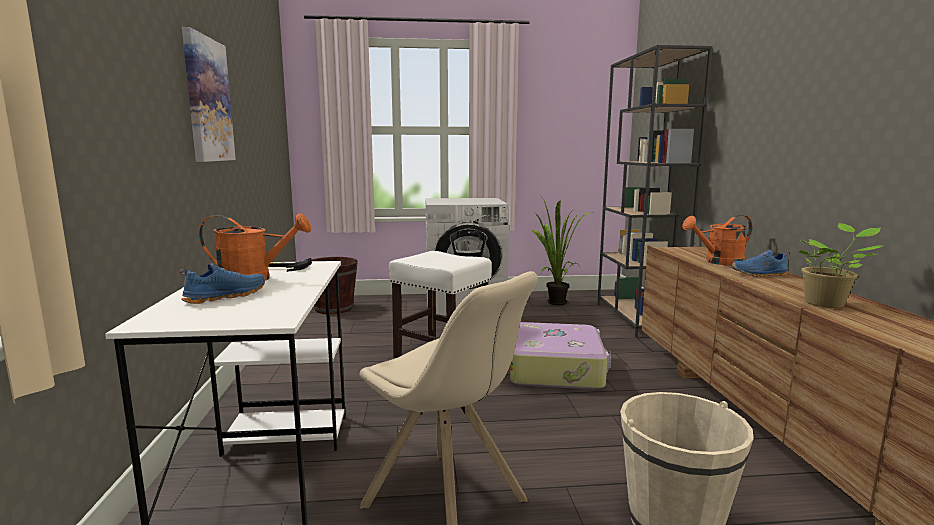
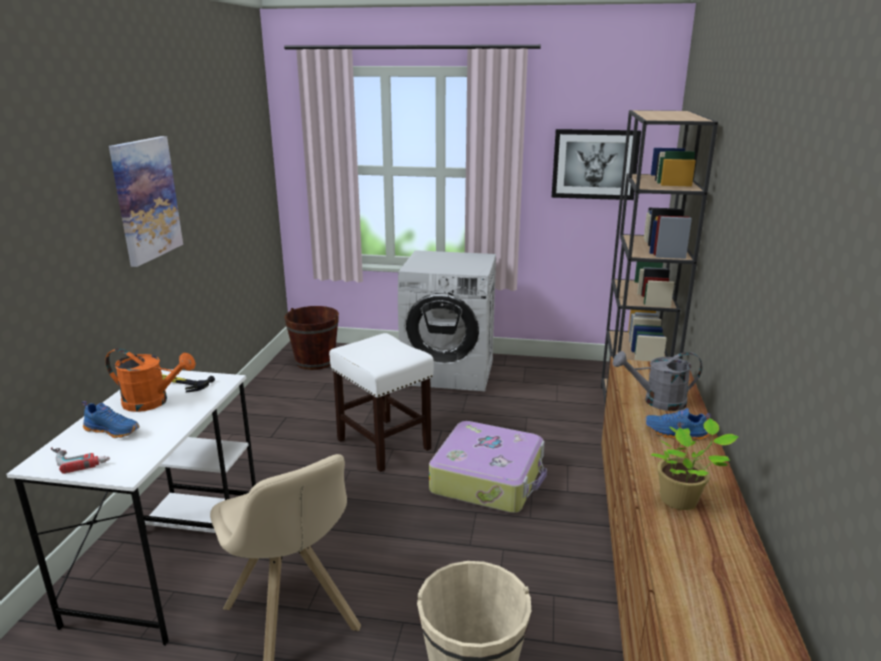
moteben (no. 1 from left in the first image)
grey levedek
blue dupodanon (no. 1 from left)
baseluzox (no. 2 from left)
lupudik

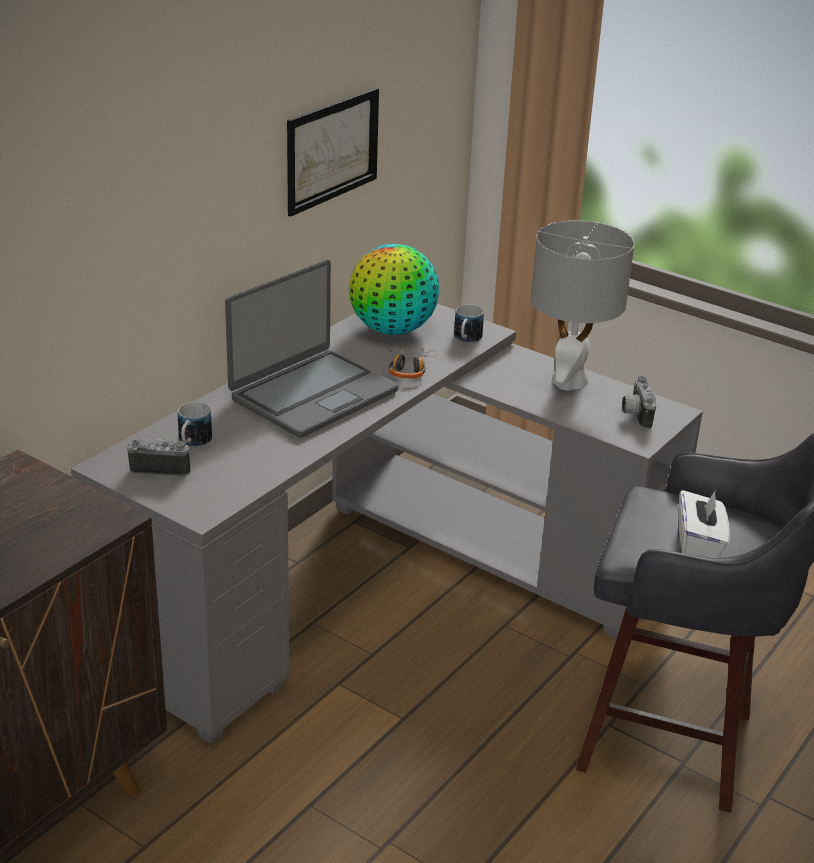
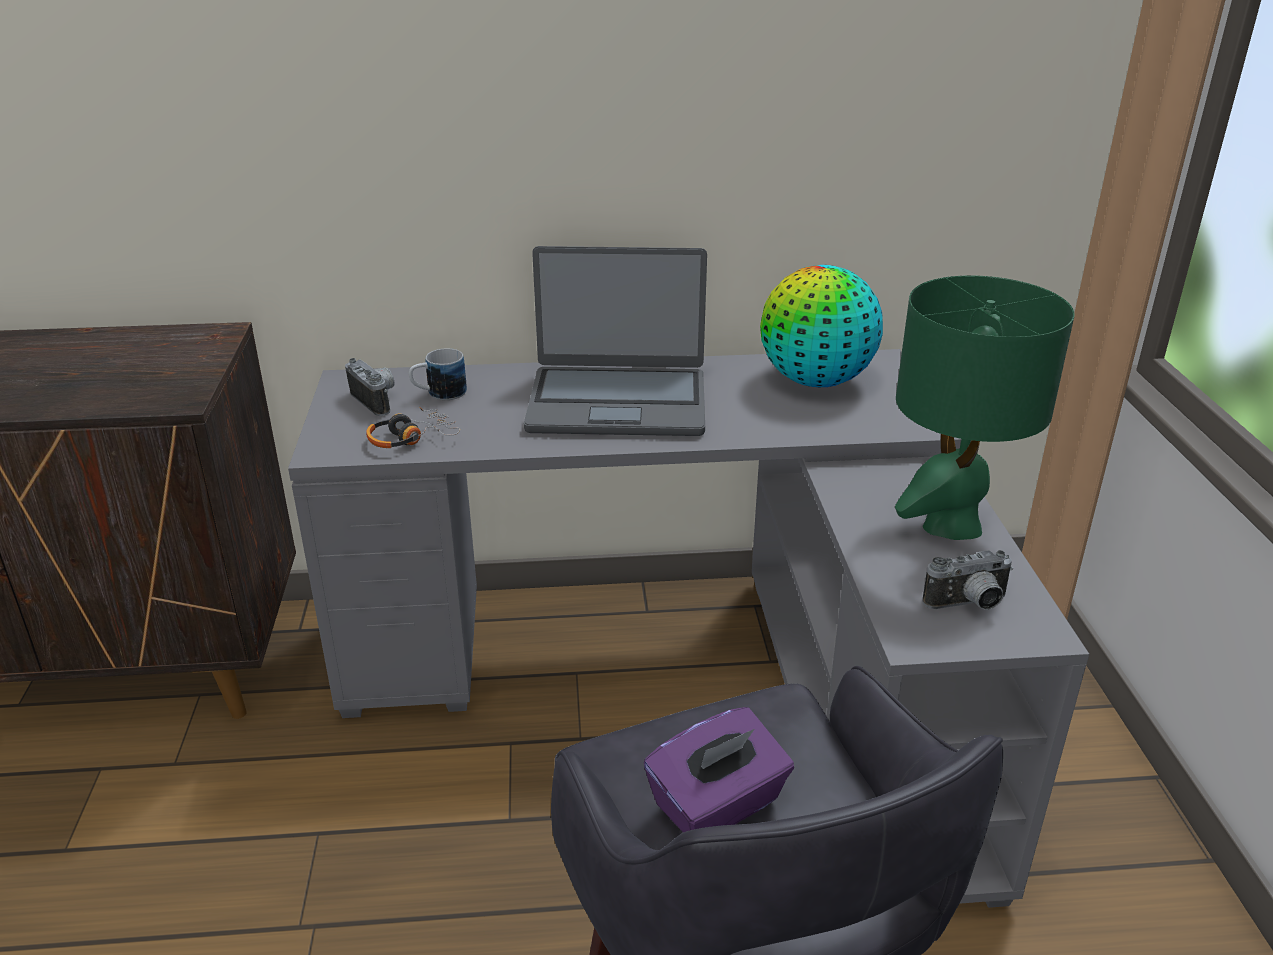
baseluzox
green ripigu
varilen (no. 2 from left in the first image)
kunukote
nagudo (no. 2 from left)
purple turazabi

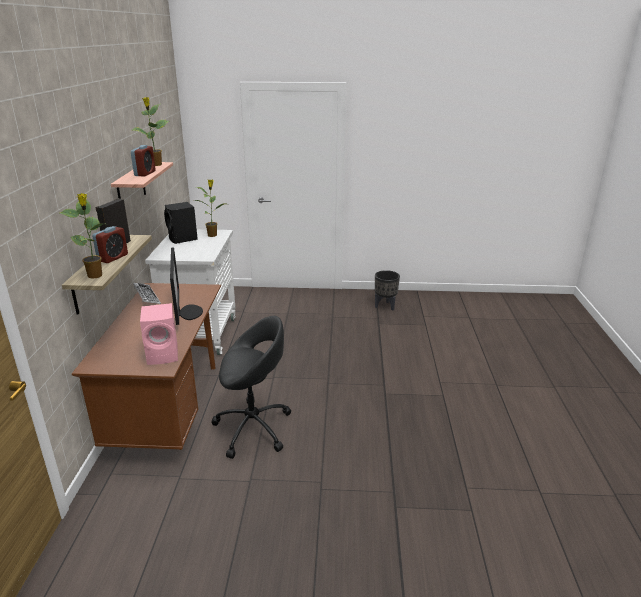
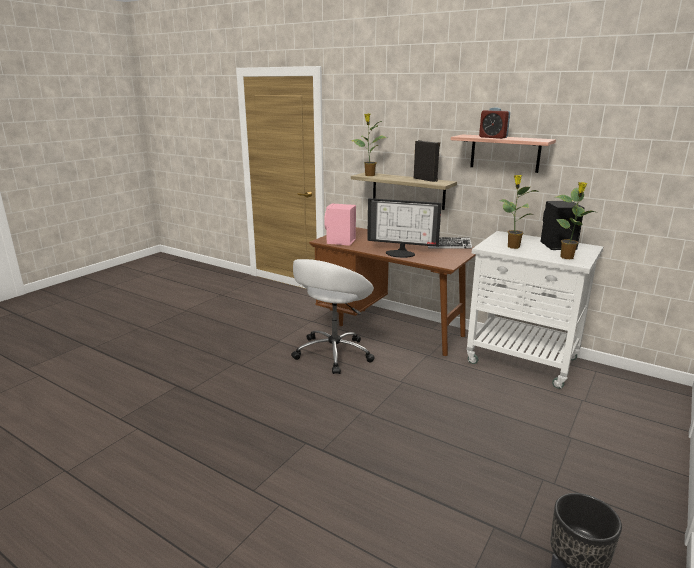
moteben (no. 2 from left)
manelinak (no. 1 from left in the first image)
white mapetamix

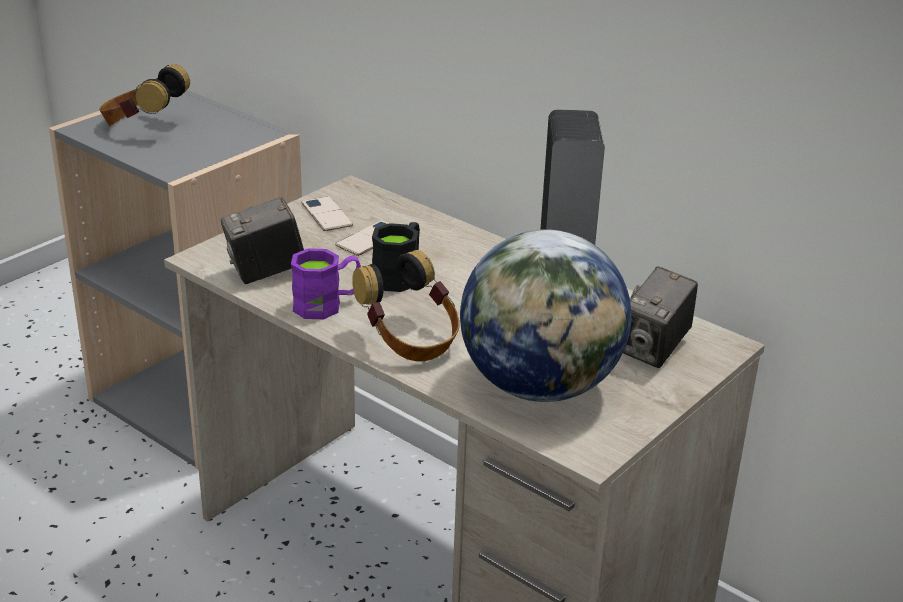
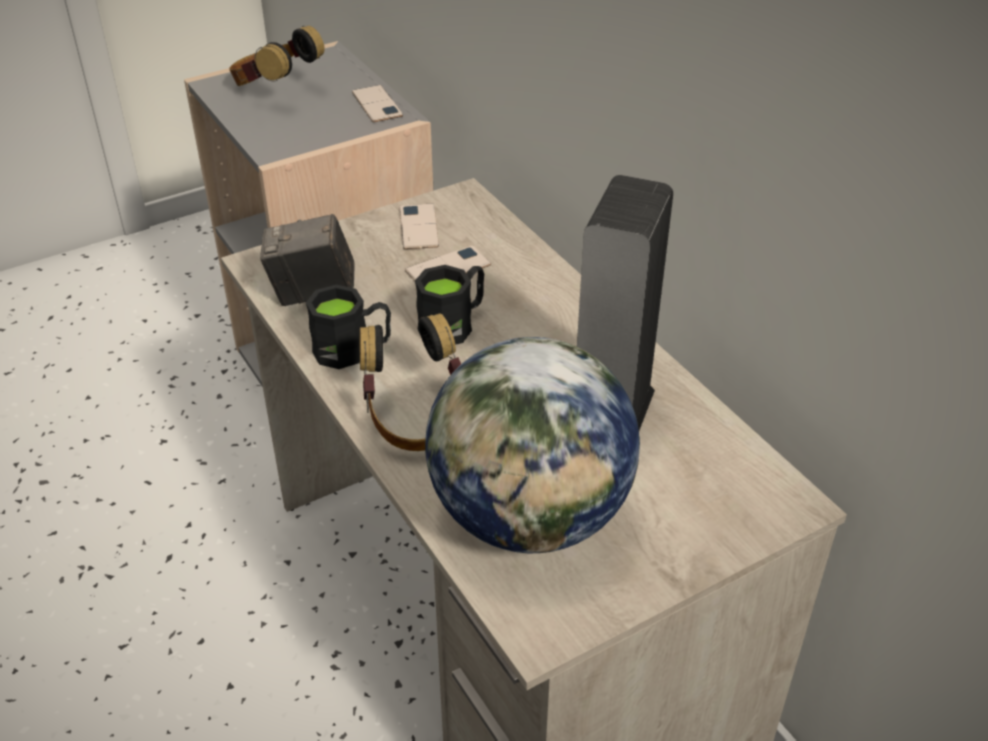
black varilen (no. 1 from left)
nagudo (no. 2 from left in the first image)
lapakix (no. 1 from left)

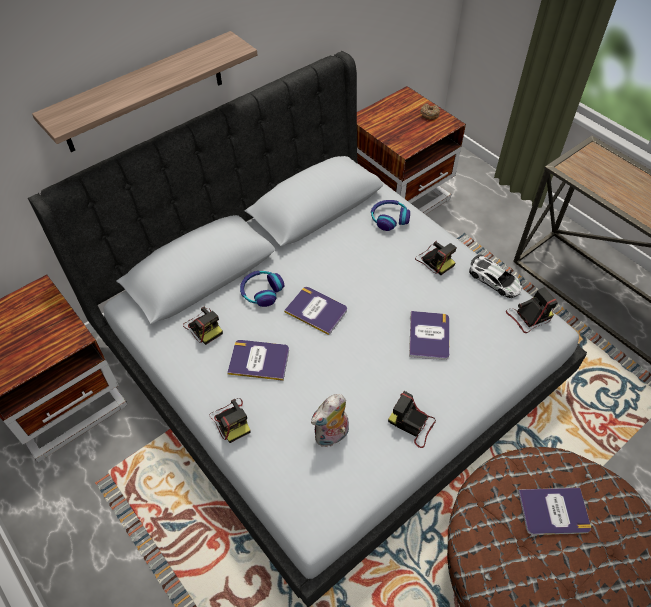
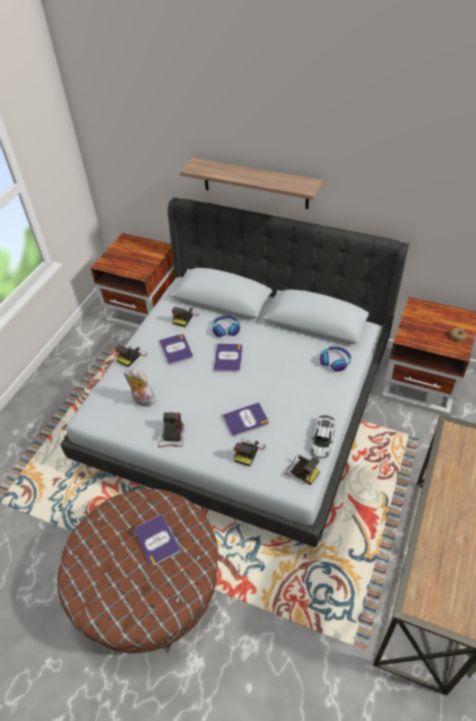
nagudo (no. 4 from left)

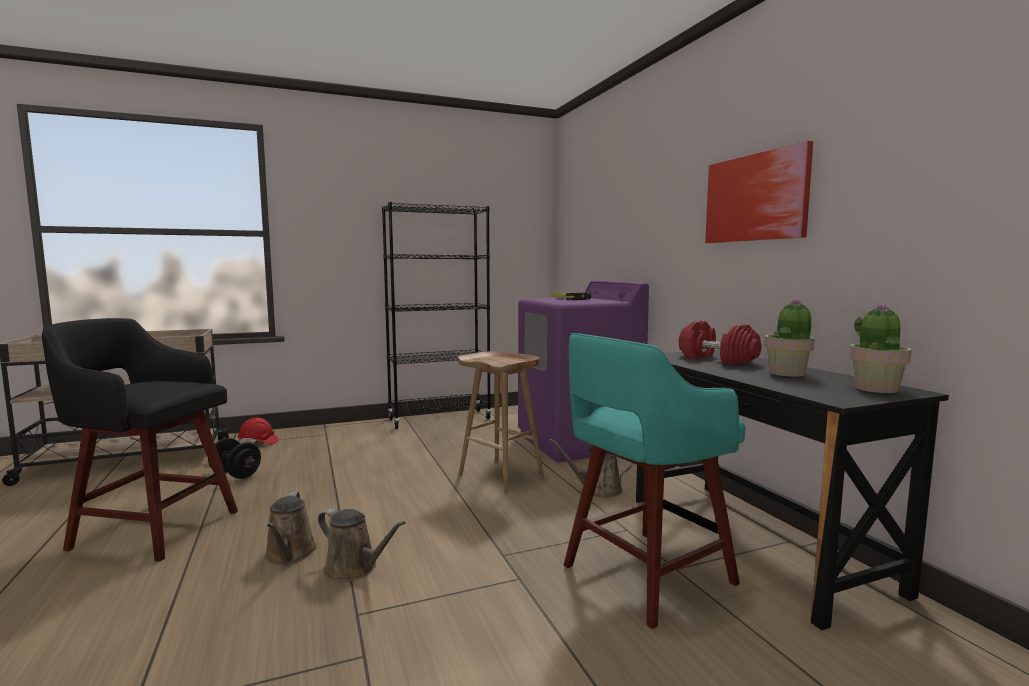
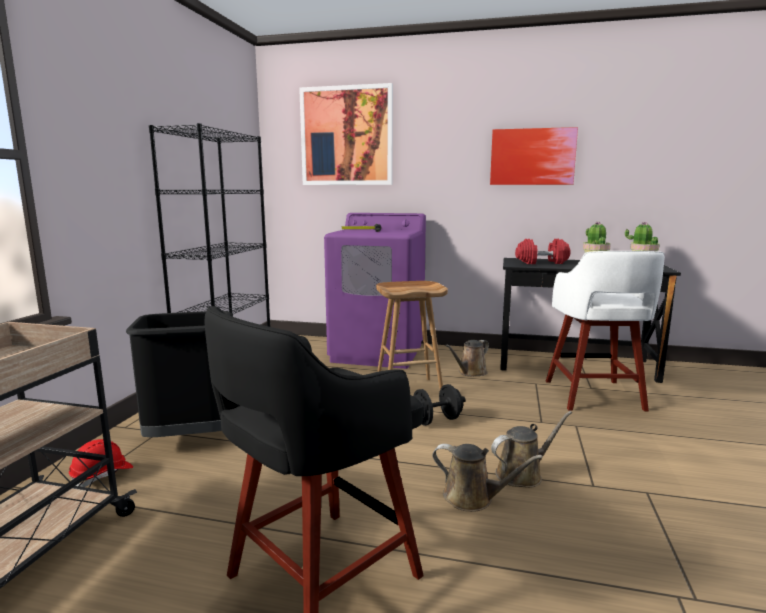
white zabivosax
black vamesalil
baseluzox (no. 1 from left)
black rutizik

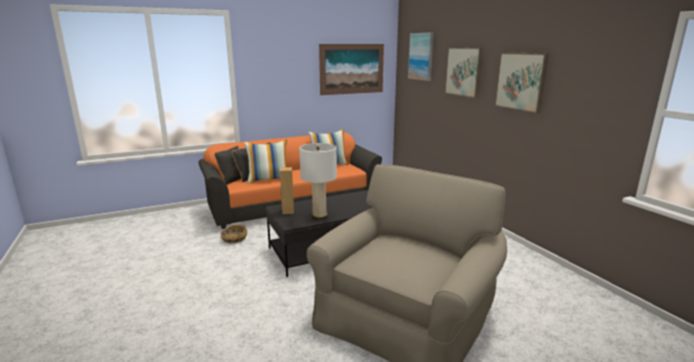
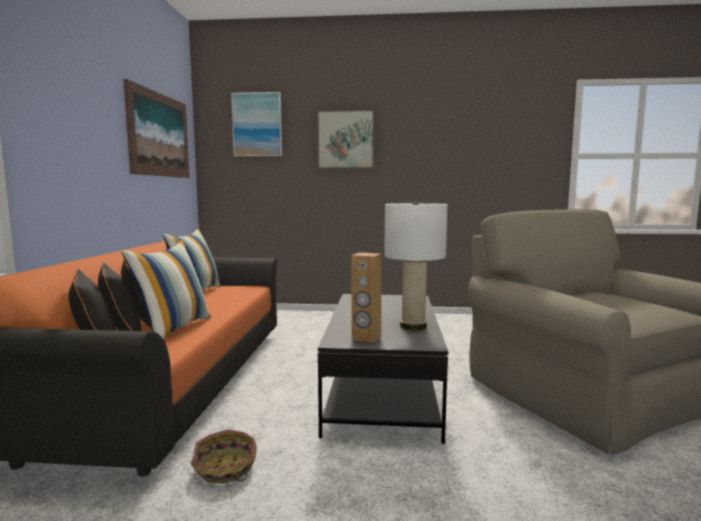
baseluzox (no. 4 from left in the first image)

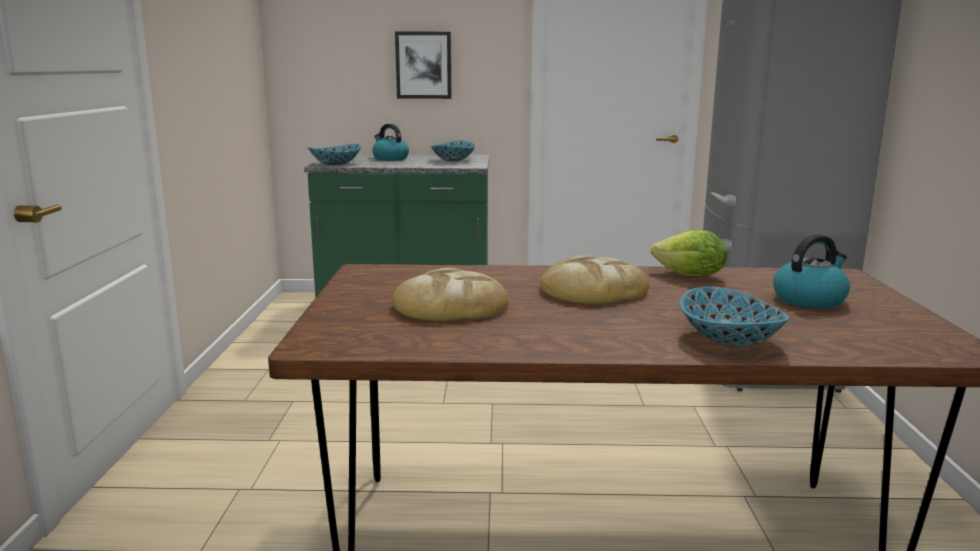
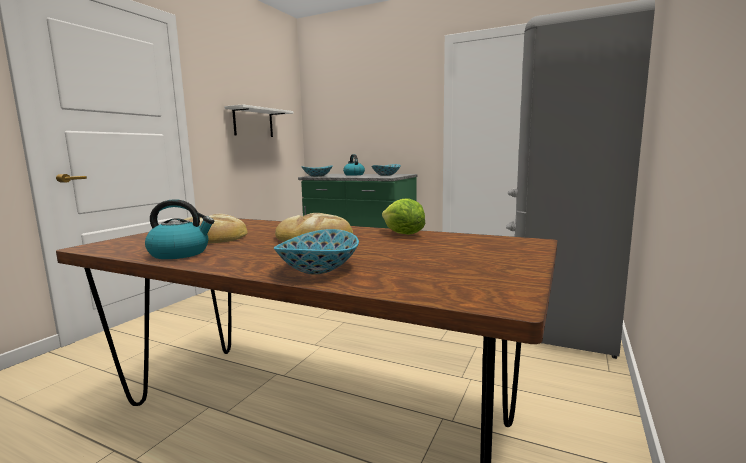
baseluzox
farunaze (no. 1 from left)
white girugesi

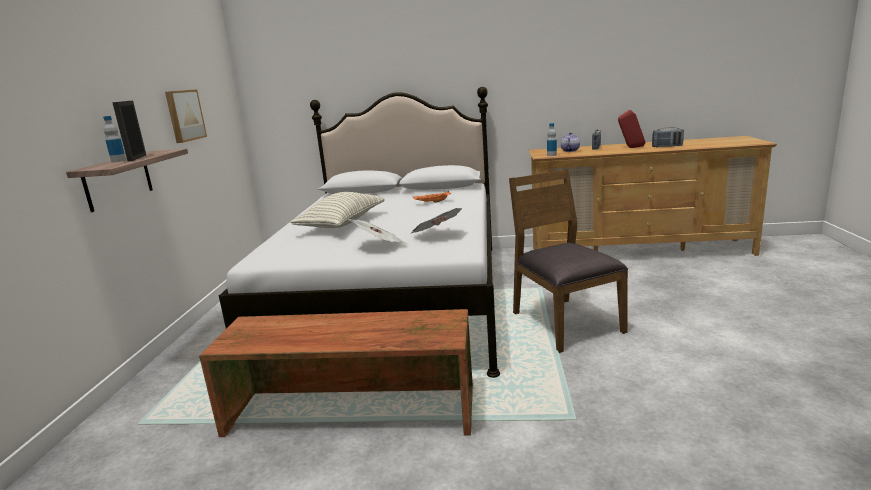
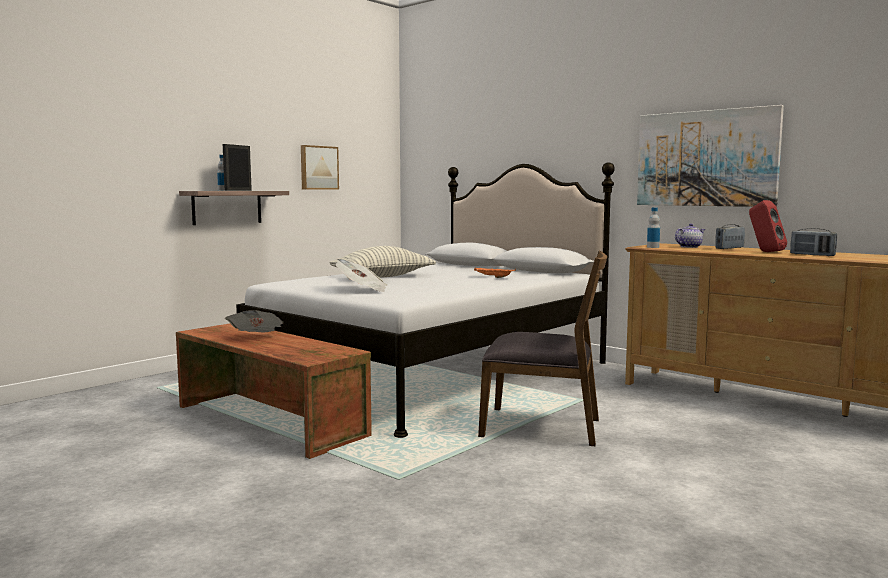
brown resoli
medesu (no. 1 from left)
baseluzox (no. 2 from left)

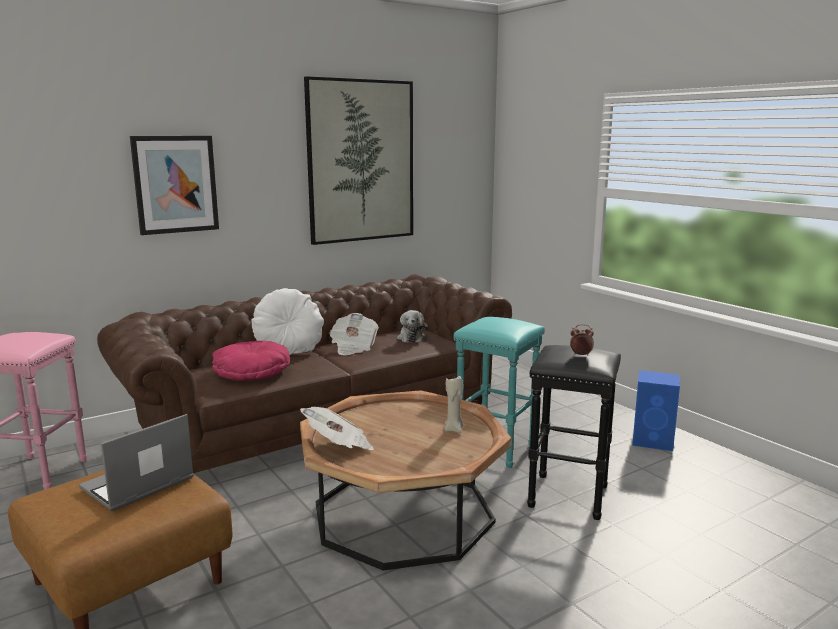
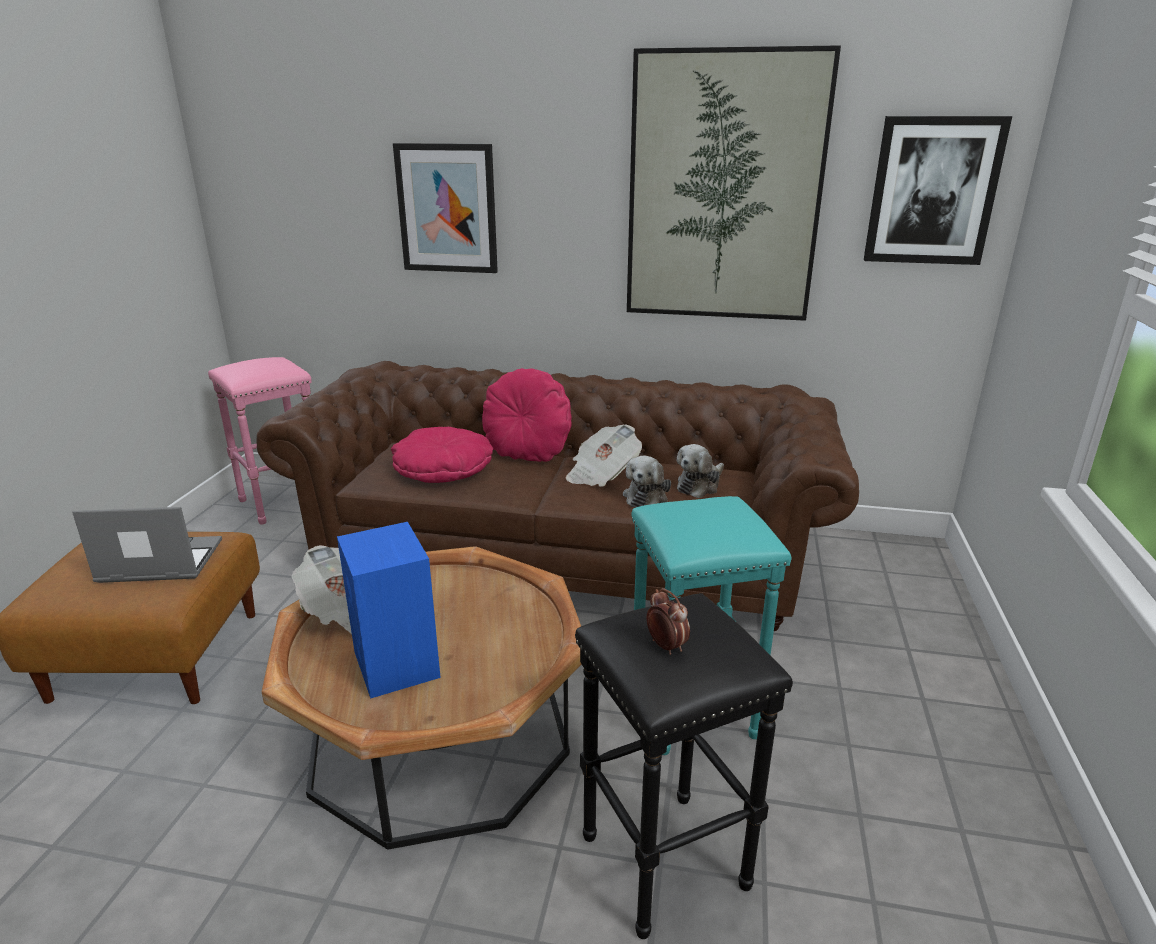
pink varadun (no. 2 from left)
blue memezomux
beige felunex
baseluzox (no. 3 from left)
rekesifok (no. 1 from left)

